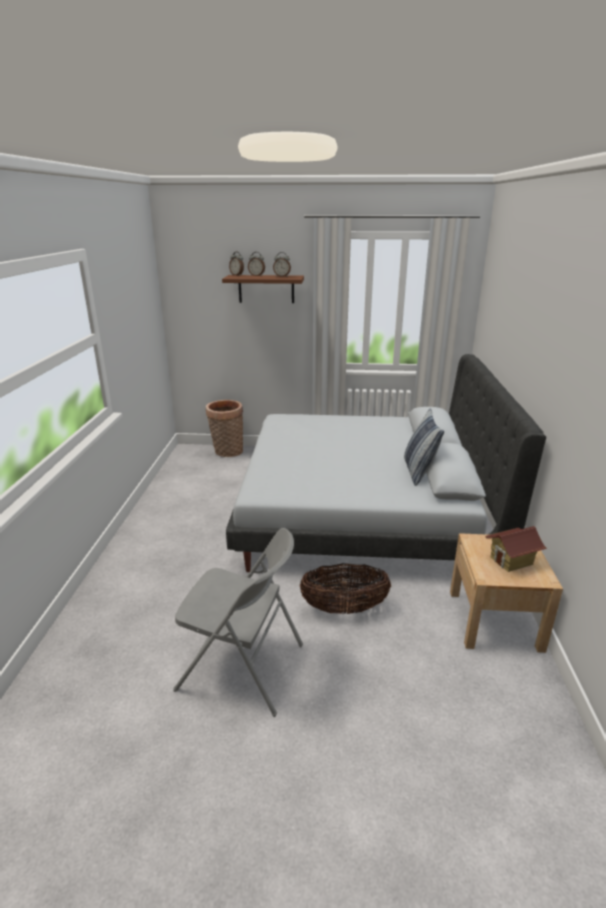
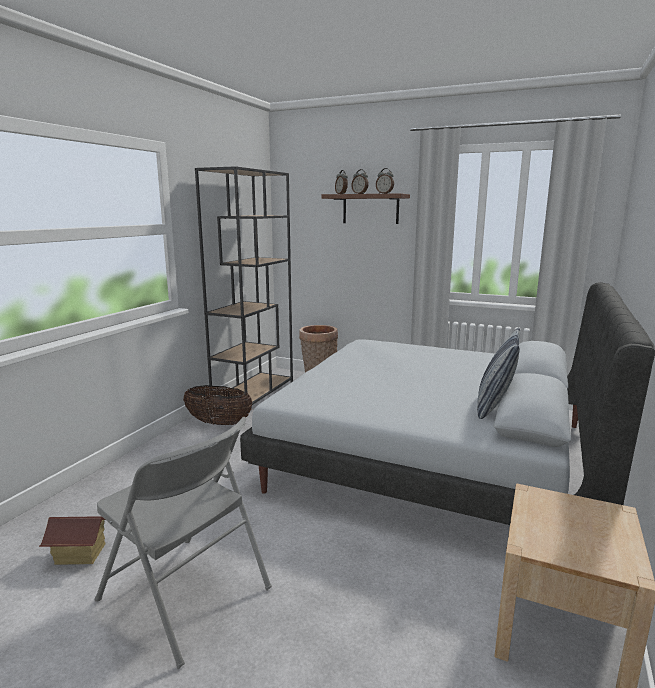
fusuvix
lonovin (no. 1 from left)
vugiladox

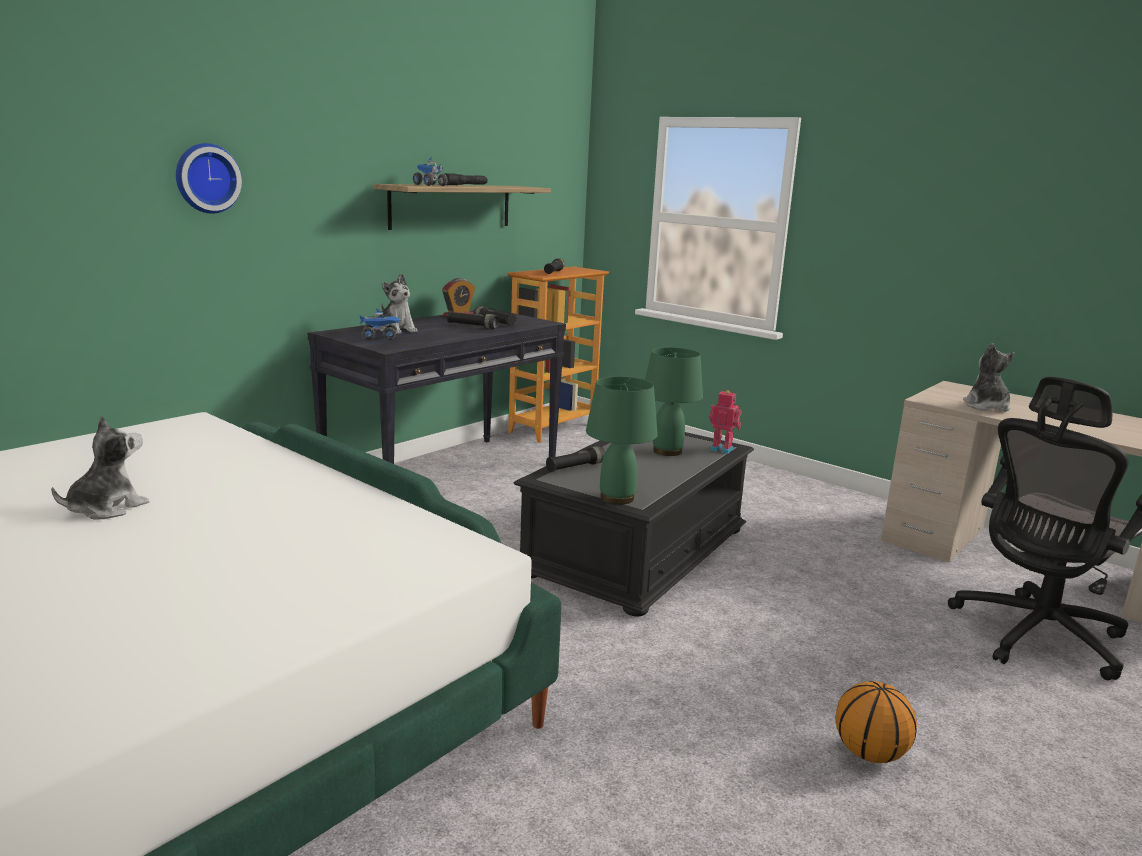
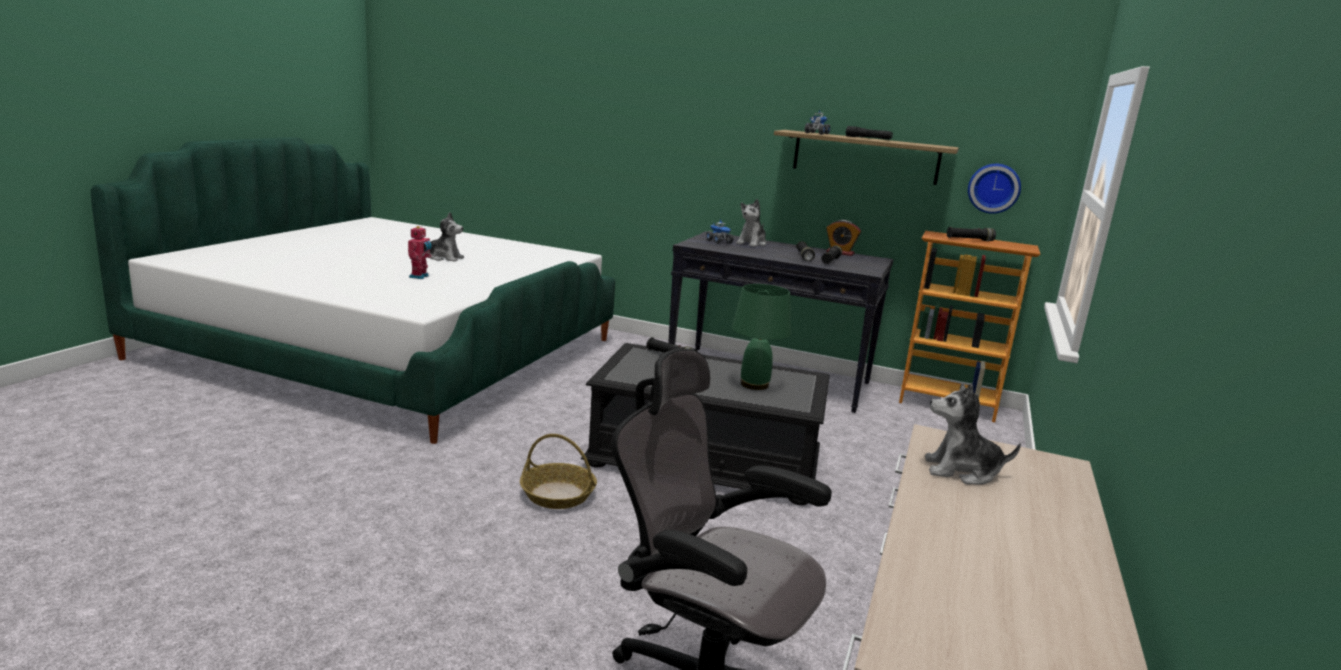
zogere
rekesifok (no. 3 from left)
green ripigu (no. 1 from left in the first image)
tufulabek
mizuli
lonovin

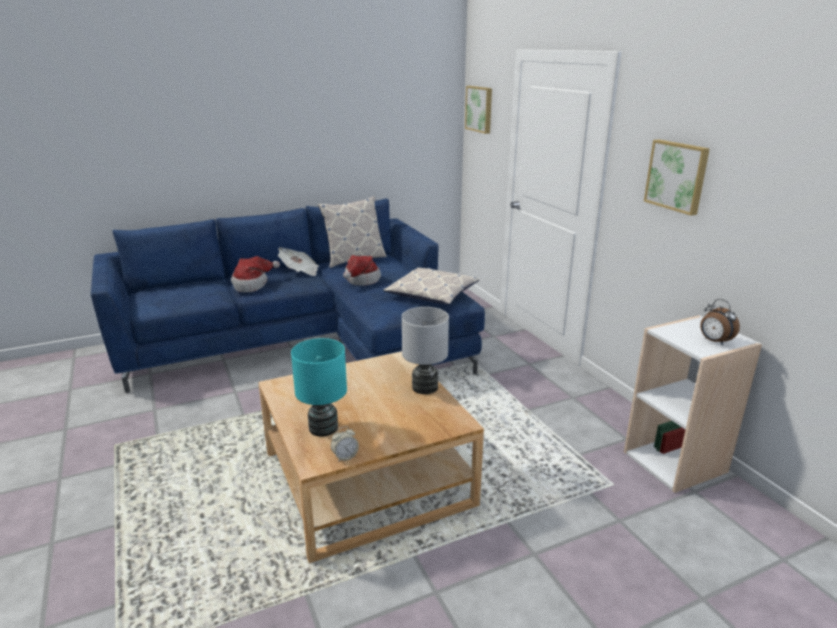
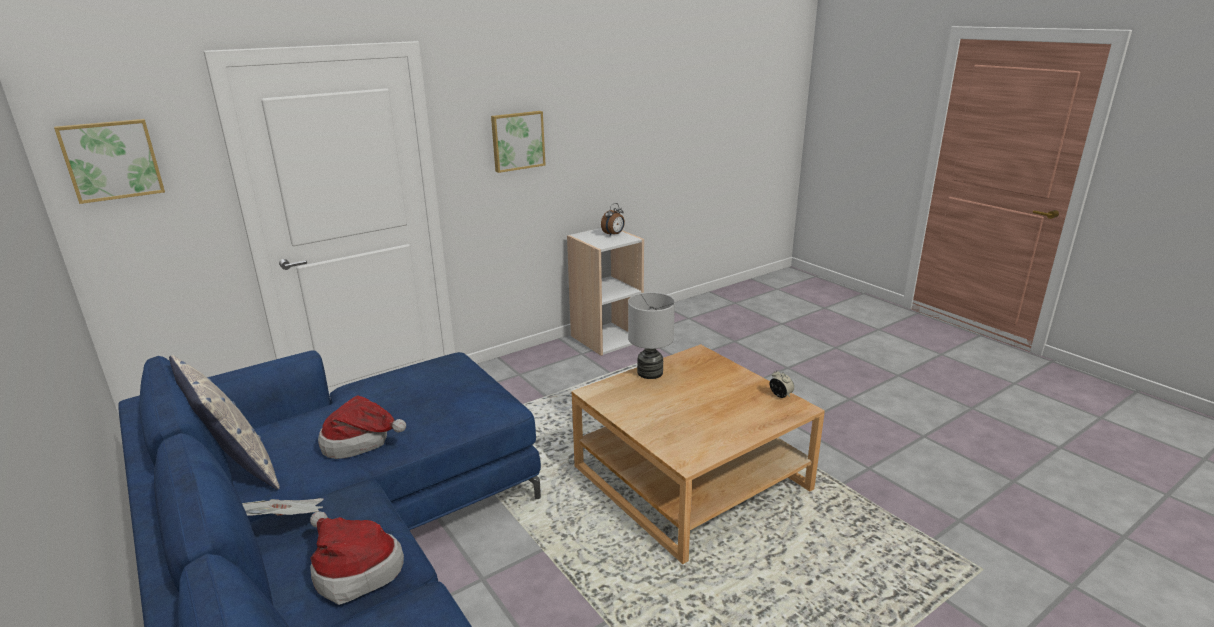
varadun (no. 2 from left in the first image)
turquoise ripigu

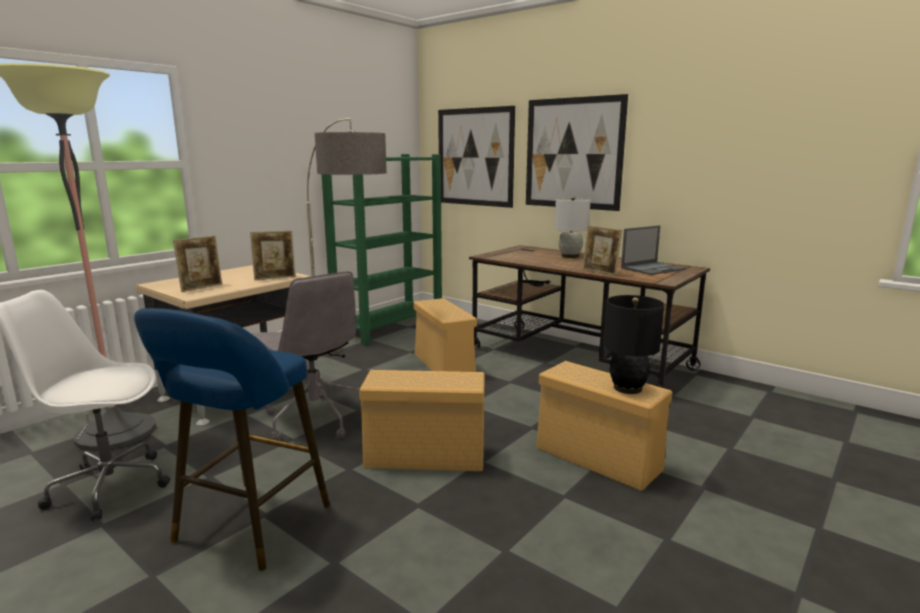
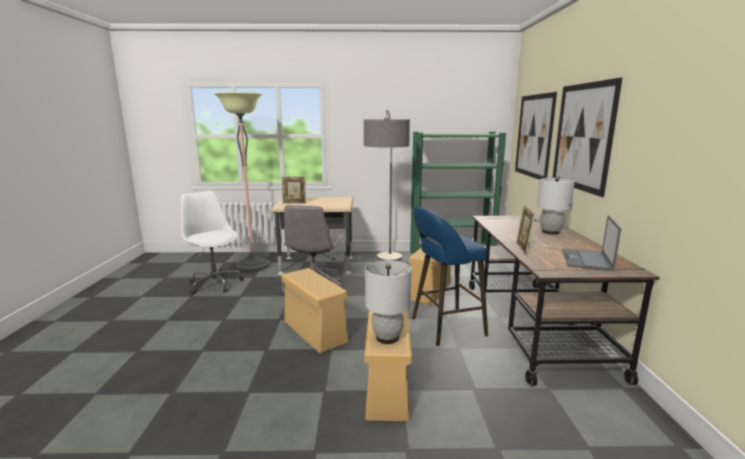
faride
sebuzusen (no. 2 from left in the first image)
white ripigu (no. 1 from left)
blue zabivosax

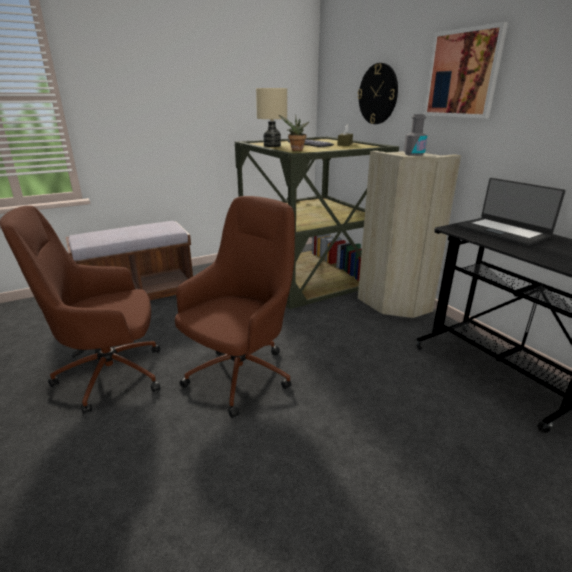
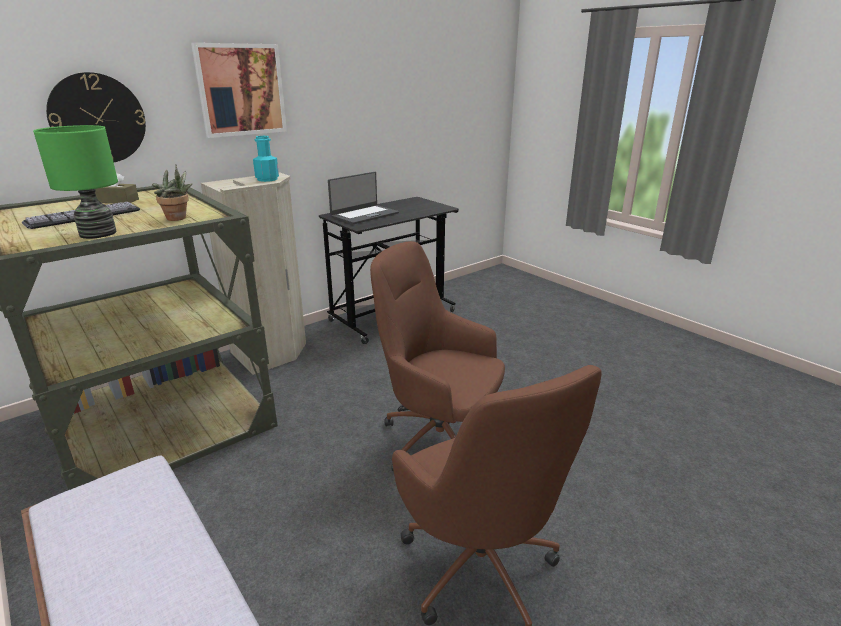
green ripigu
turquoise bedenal

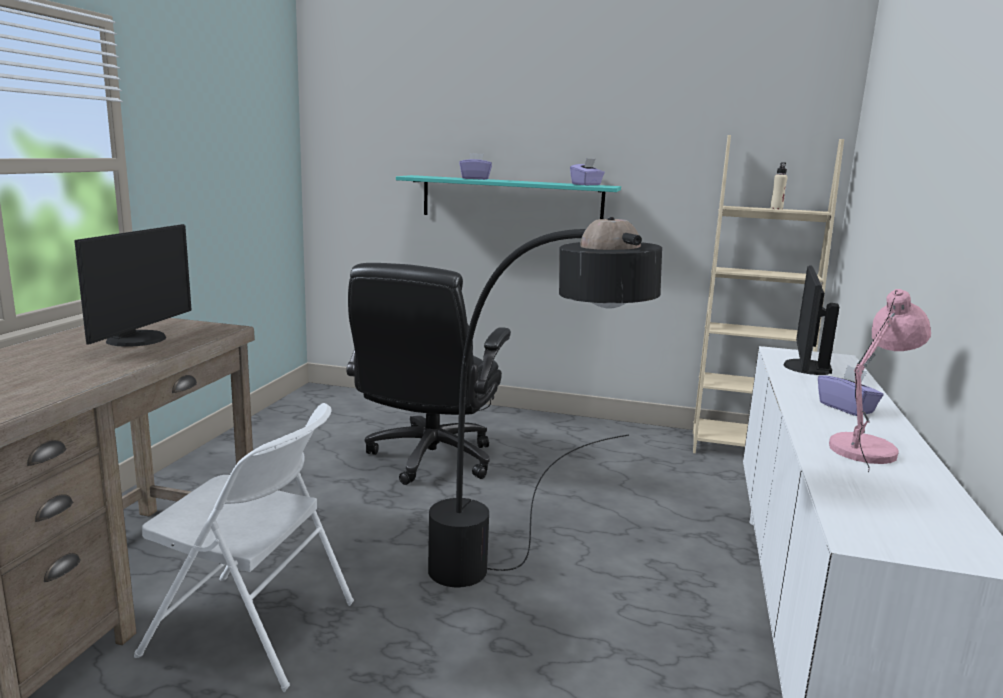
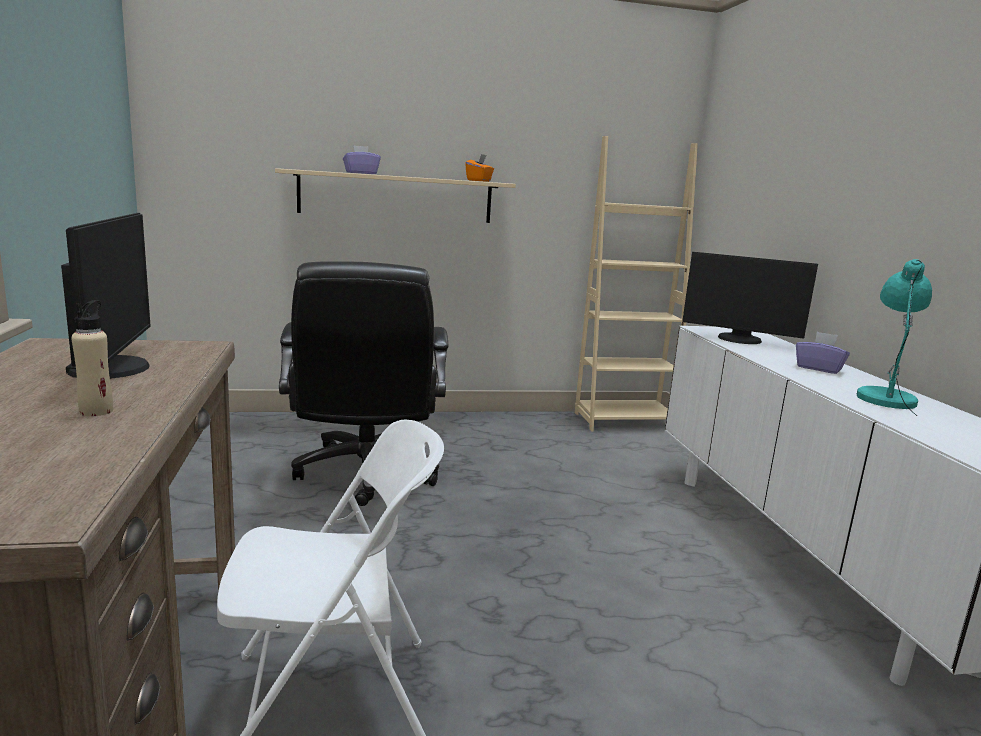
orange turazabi
beige bedenal
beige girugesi
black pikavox
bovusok (no. 2 from left)
turquoise ripigu

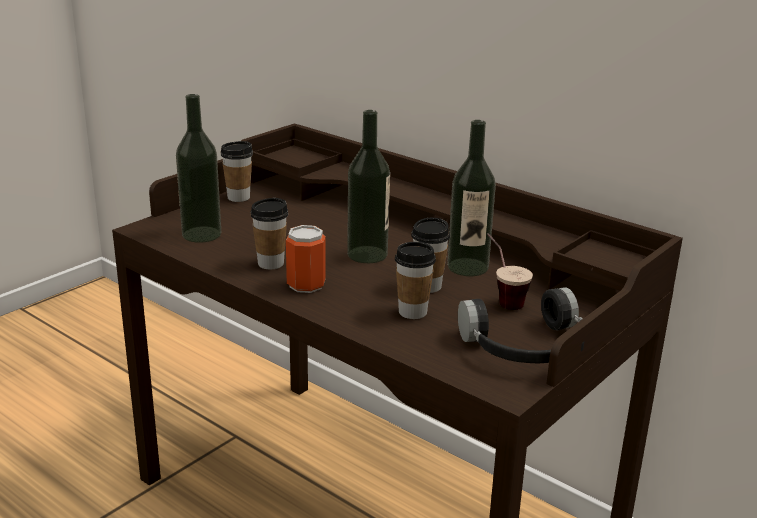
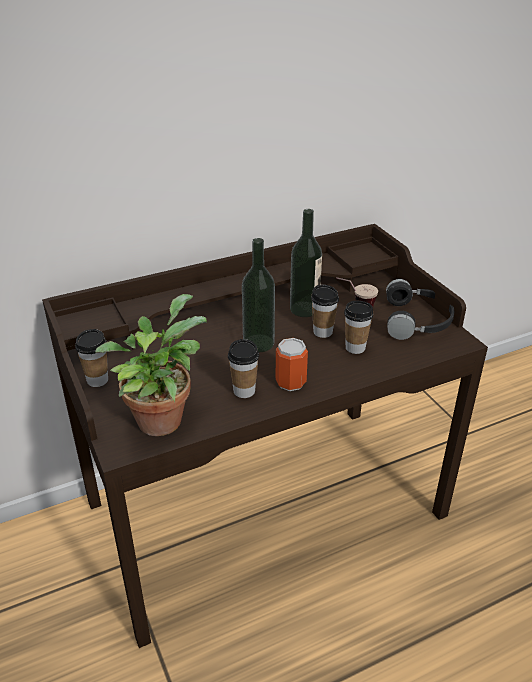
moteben

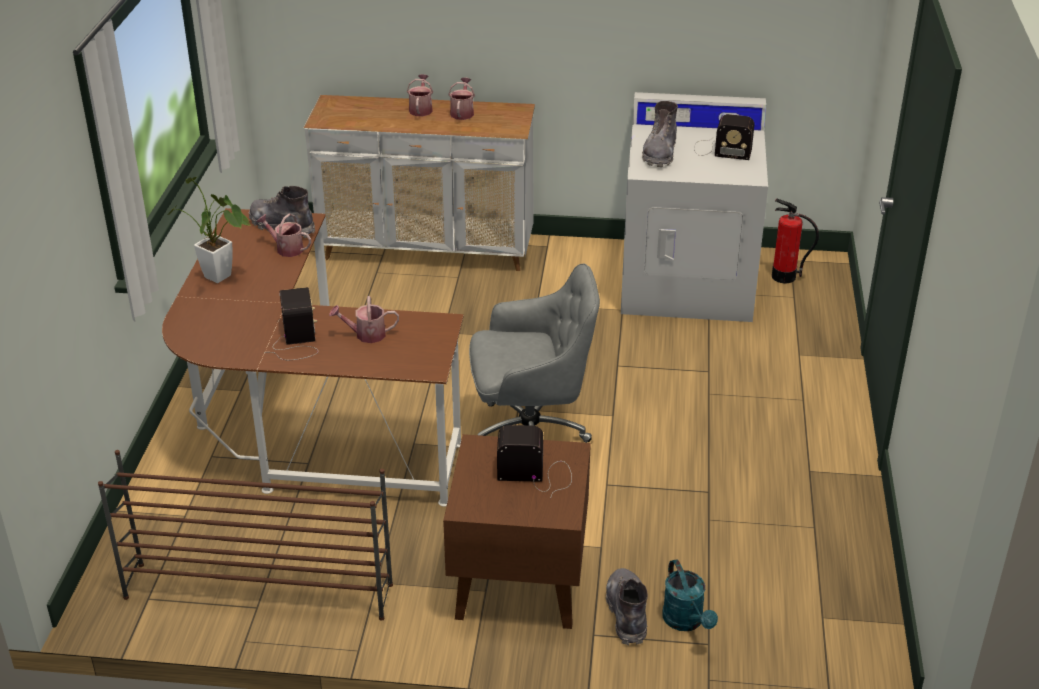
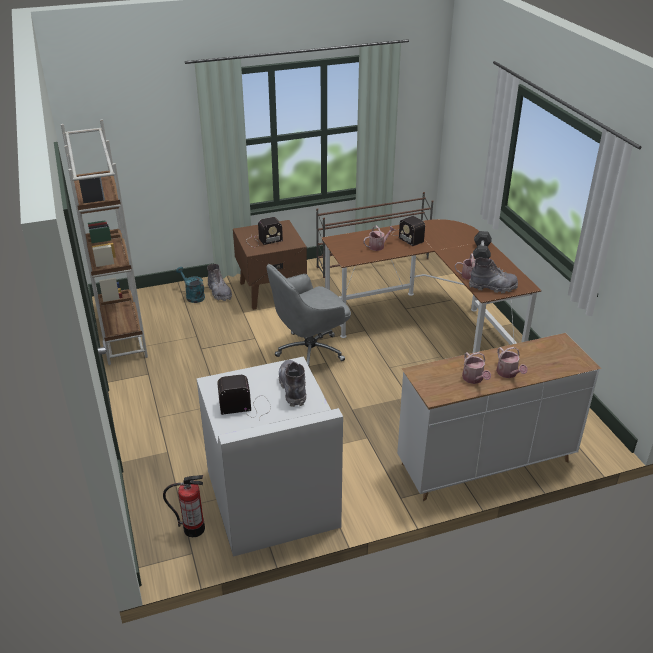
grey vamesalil
brown vugiladox

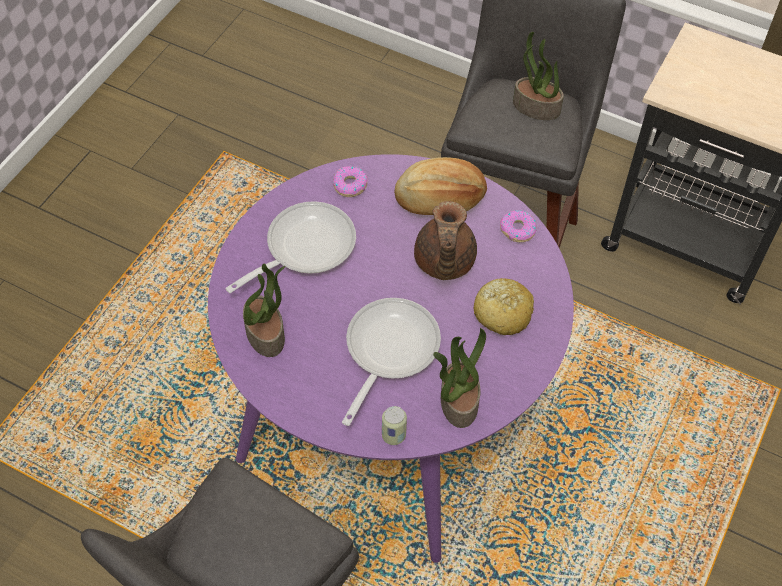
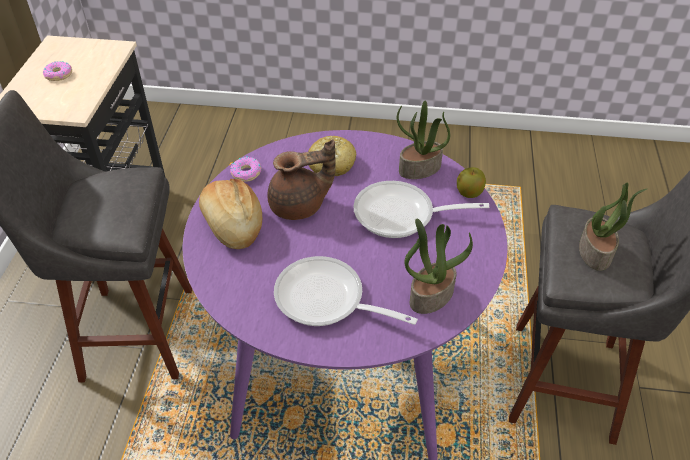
moteben (no. 3 from left)
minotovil (no. 1 from left)
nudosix

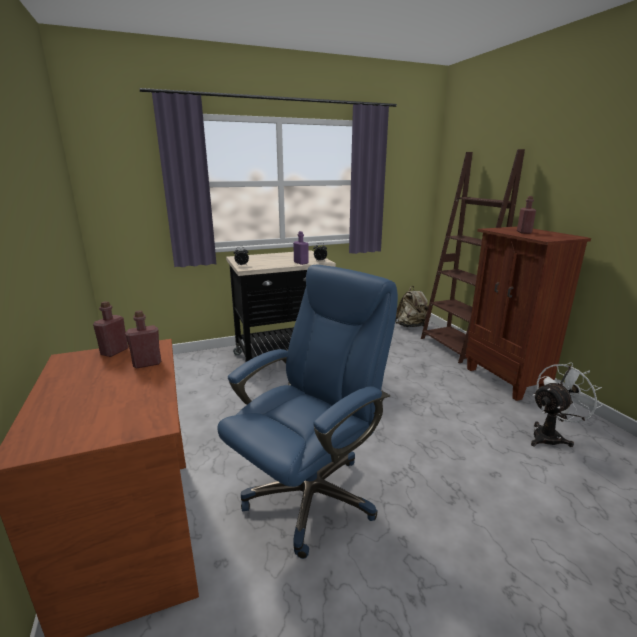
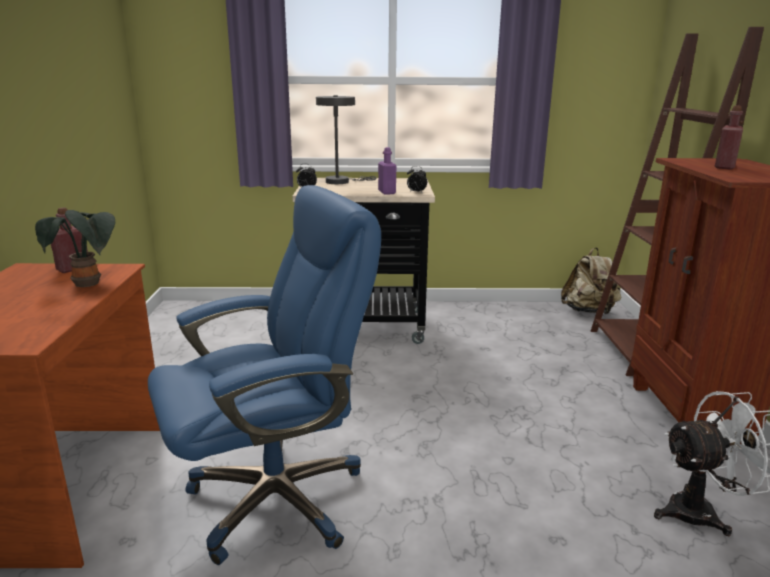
moteben
grey ripigu

